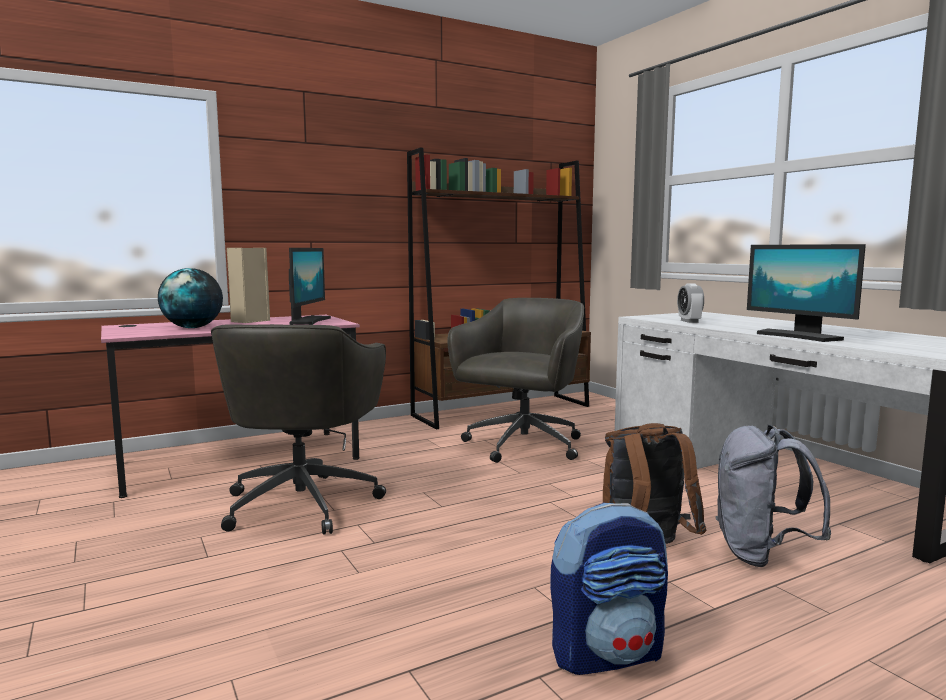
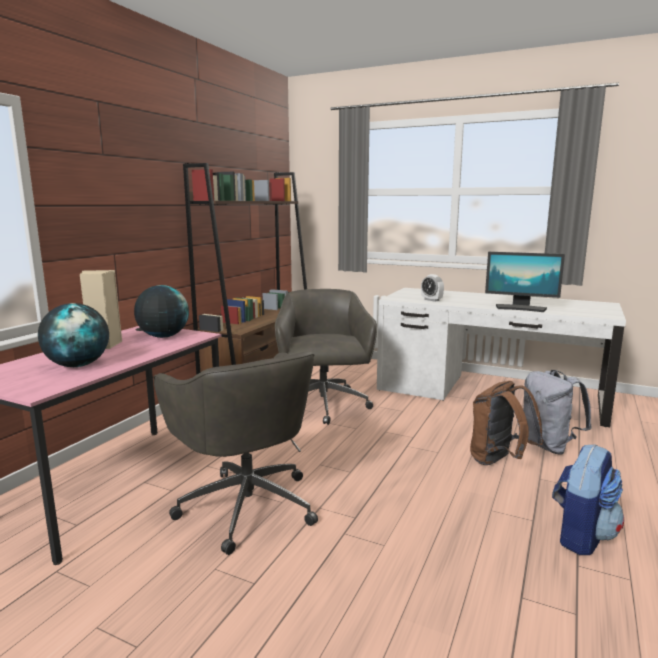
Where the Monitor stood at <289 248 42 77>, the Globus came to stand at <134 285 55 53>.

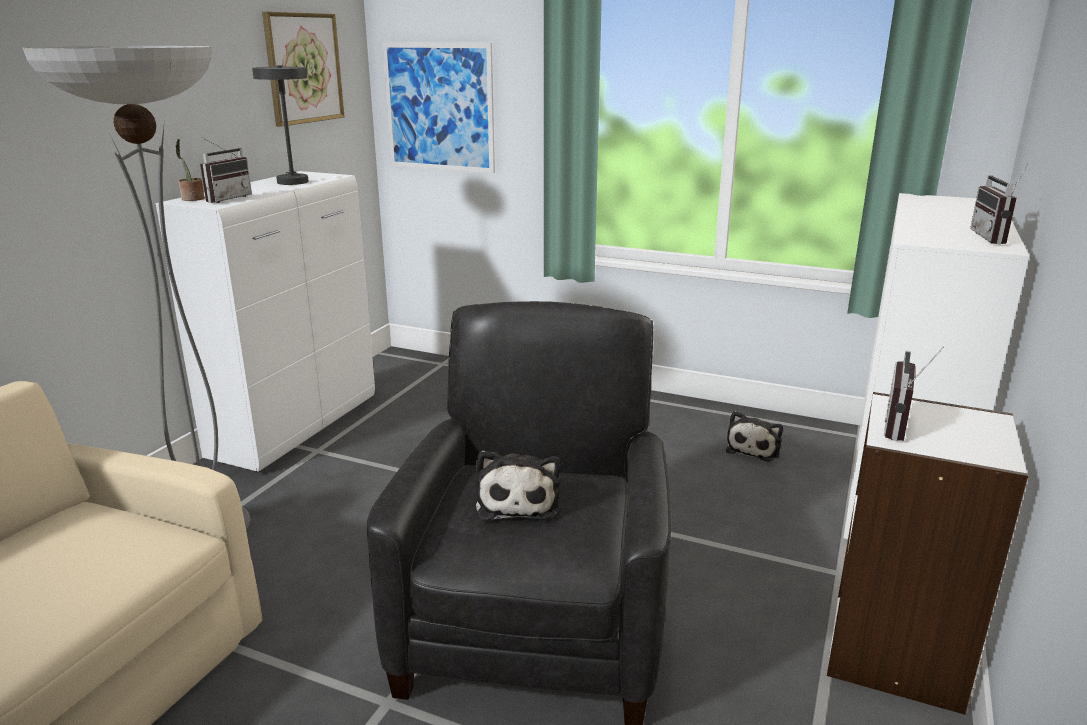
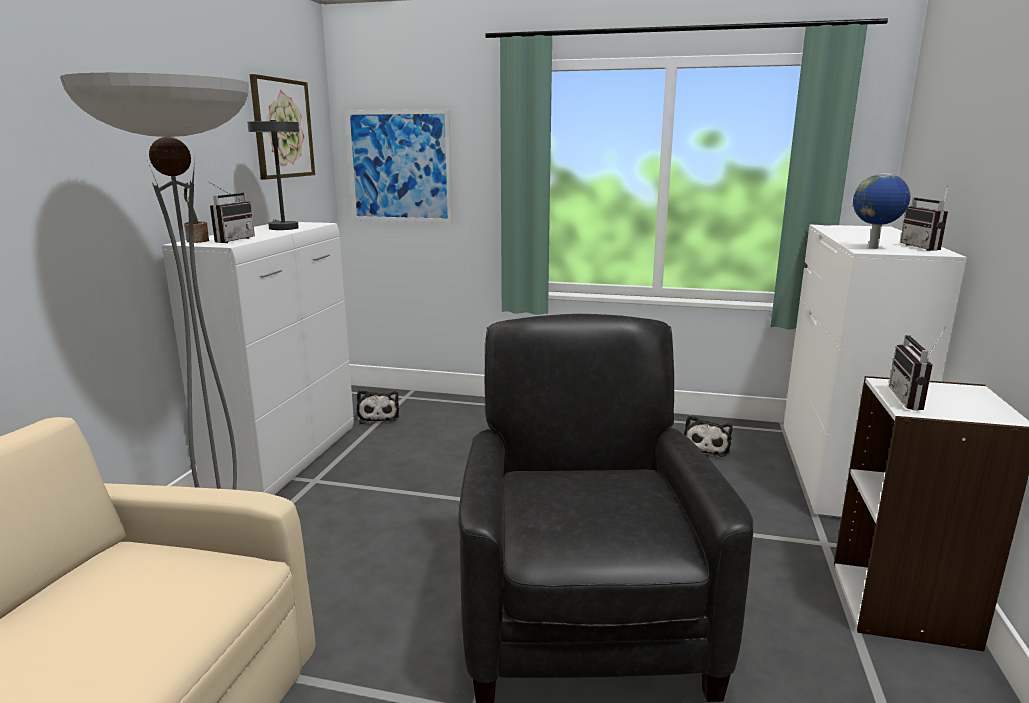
The second view gained the Globus at <853 173 57 76>. The Plüschtier ended up elsewhere, having gone from <475 450 85 70> to <357 390 42 34>.

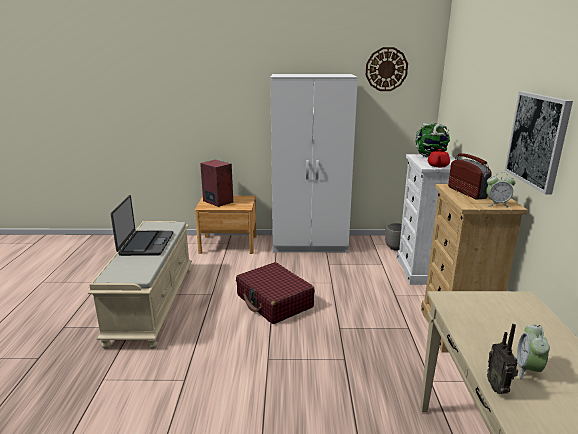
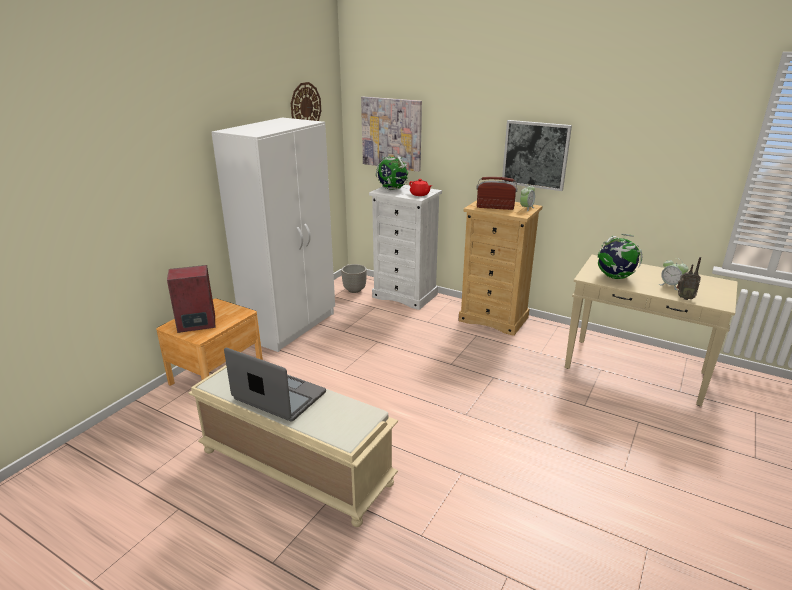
The second view lost the Koffer [rot] at <236 262 79 62>. The second view gained the Bild at <361 97 61 75>. The second view gained the Globus at <597 234 45 45>.

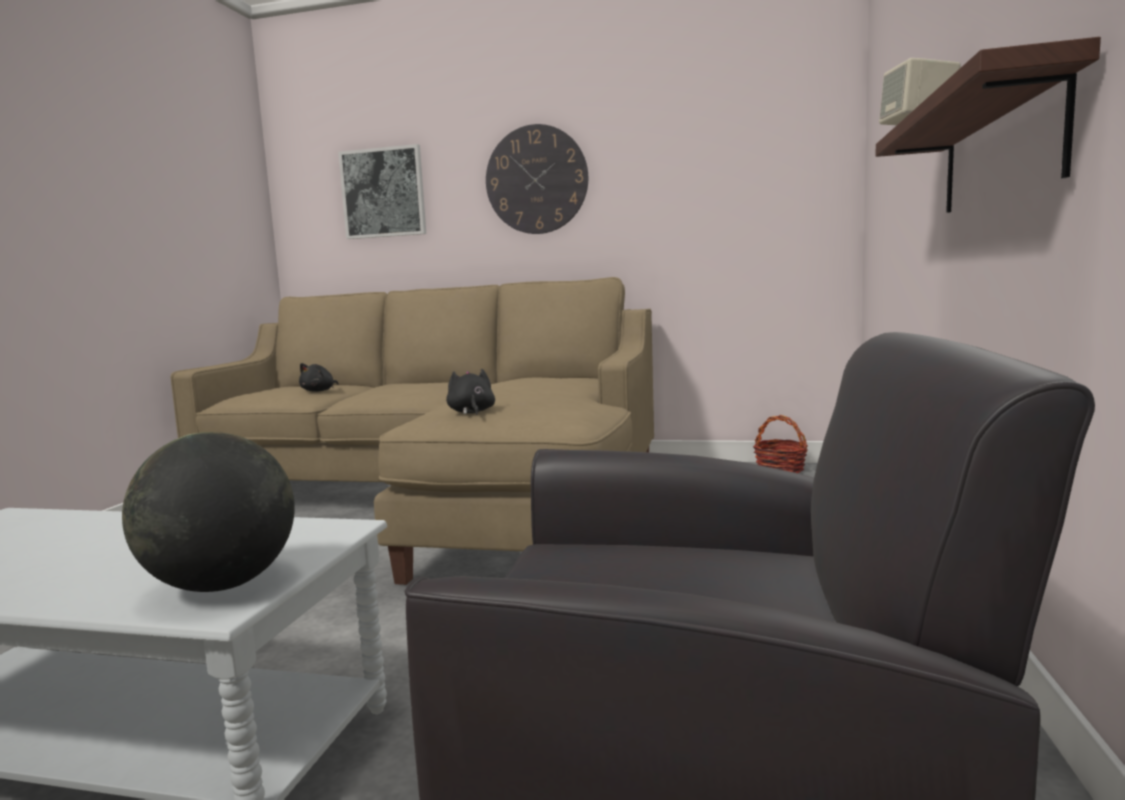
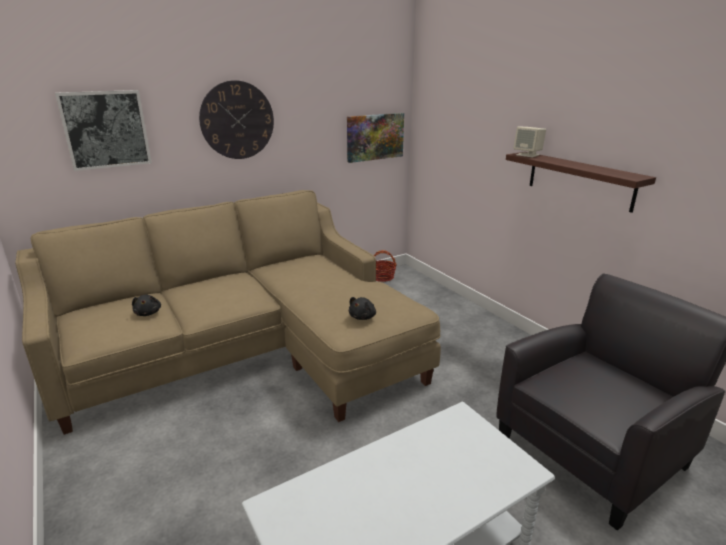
The second view lost the Globus at <122 432 173 160>. The second view gained the Bild at <347 113 57 50>. The Plüschtier [schwarz] at <446 369 49 46> ended up facing another way, 90 degrees counterclockwise from before.

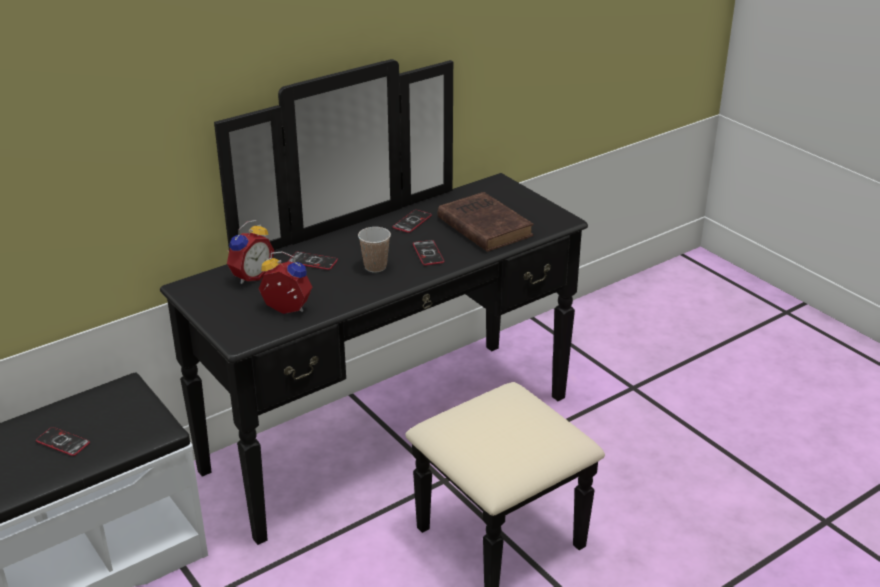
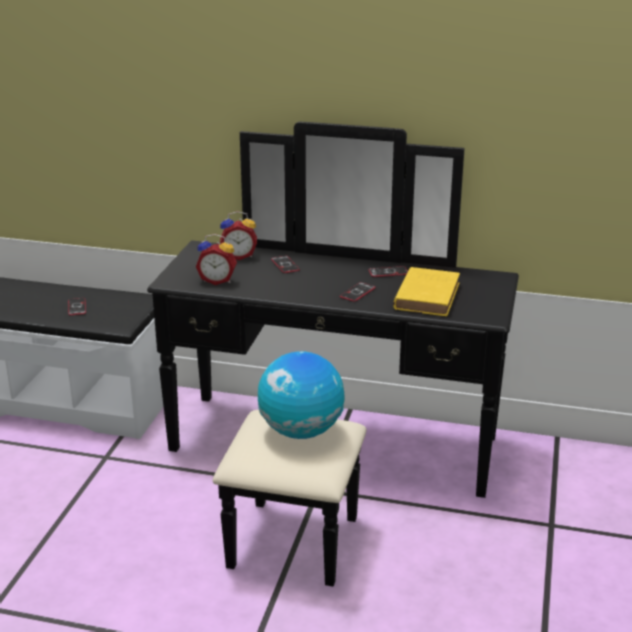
The second view lost the Tasse at <358 227 33 46>. The second view gained the Globus at <258 351 87 88>. What was the Buch [braun] at <438 192 96 60> turned into the Buch [gelb] at <393 267 67 49>. The Wecker at <259 252 53 62> ended up facing another way, 120 degrees clockwise from before.

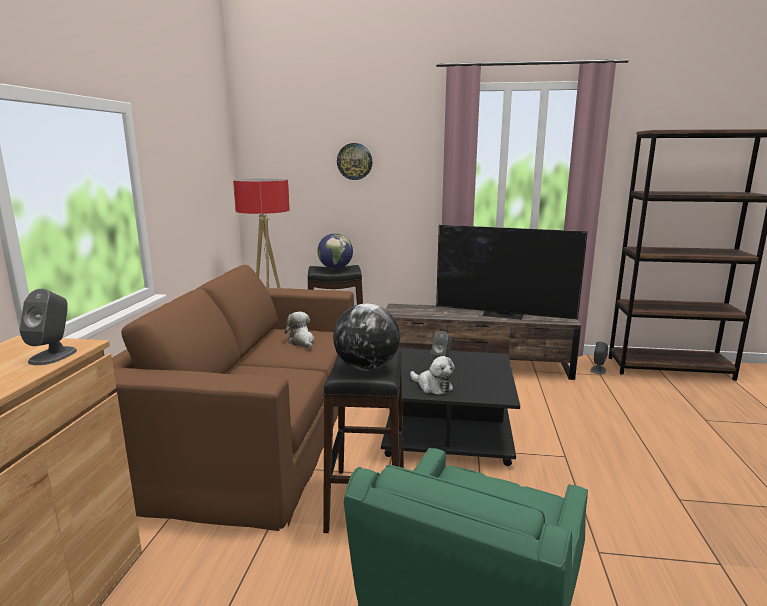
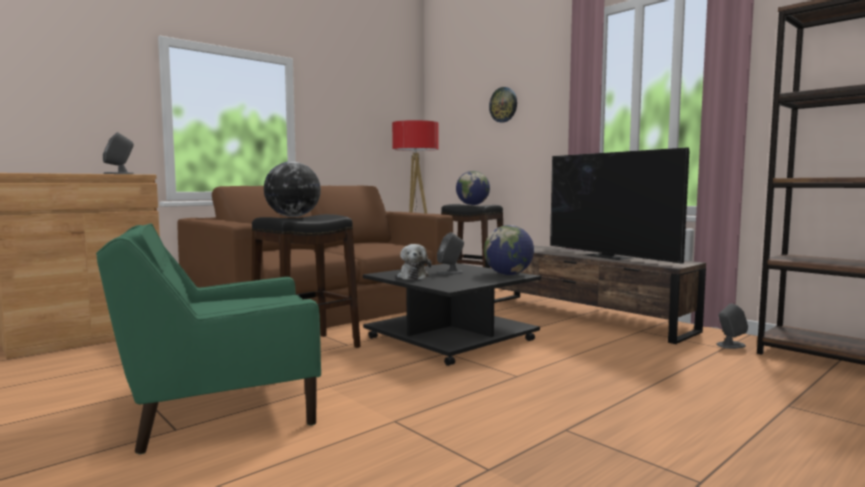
The second view lost the Plüschtier at <285 312 29 37>. The second view gained the Globus at <484 225 50 50>.

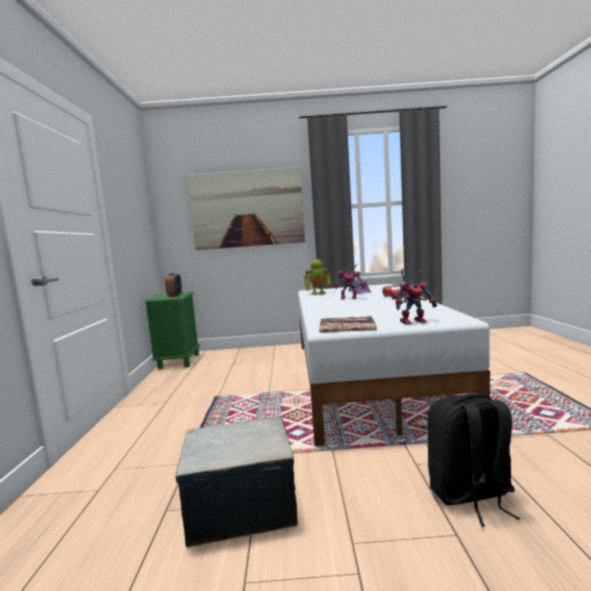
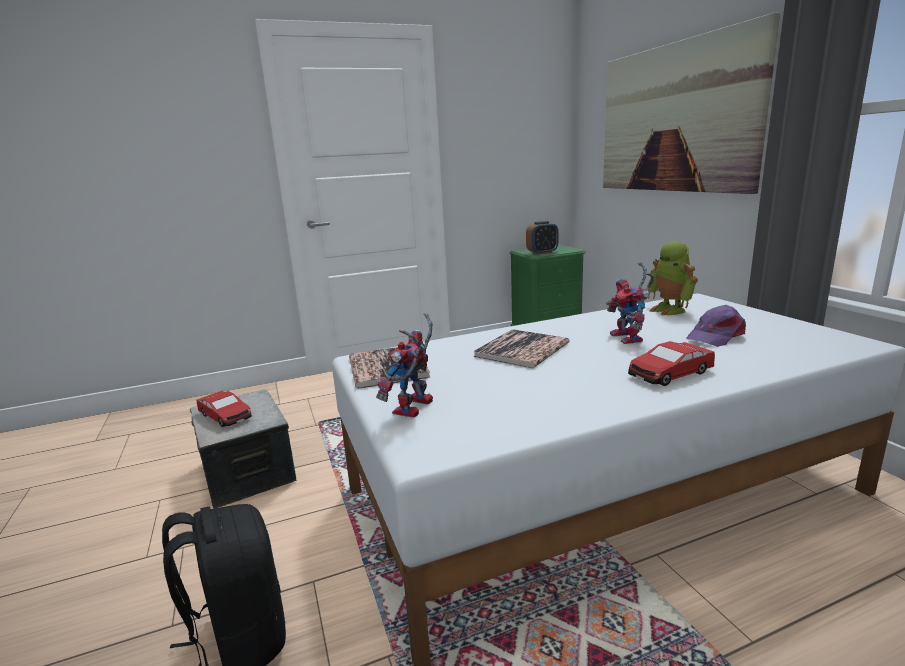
The second view gained the Spielzeugauto at <197 391 55 36>. The second view gained the Buch at <473 329 96 39>. The Spielzeugroboter at <395 268 42 57> ended up facing another way, 60 degrees clockwise from before.

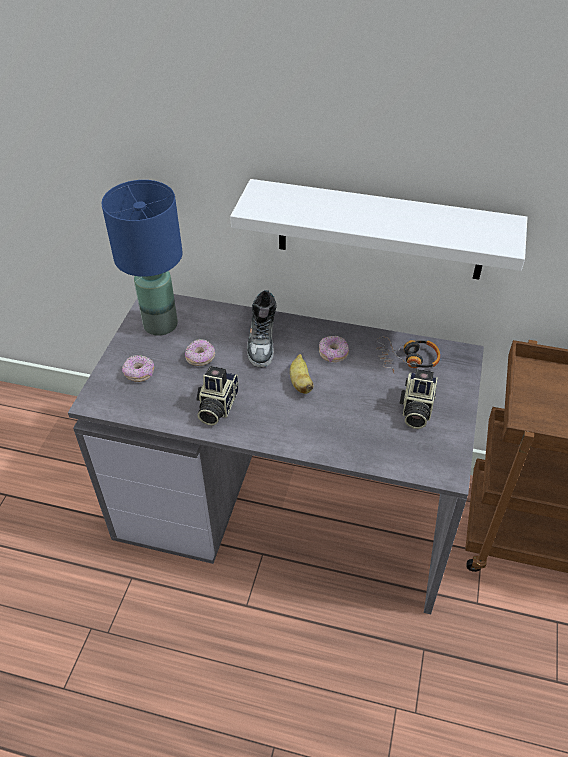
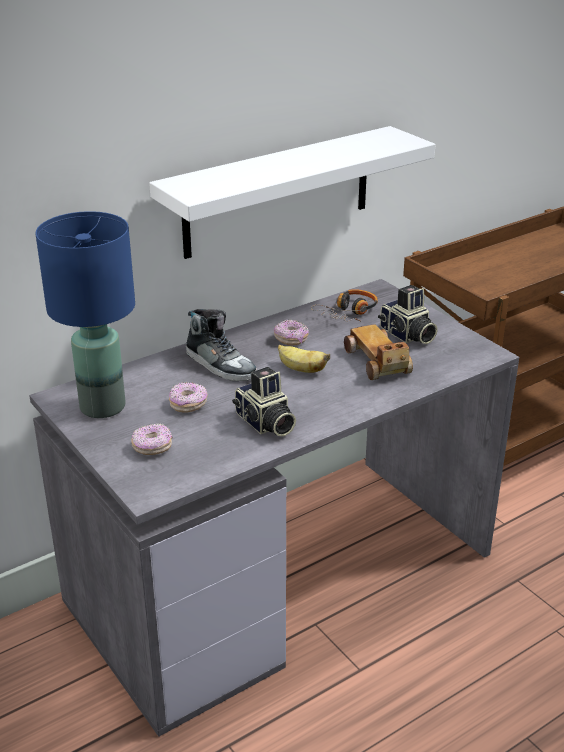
The second view gained the Spielzeugauto at <344 324 69 56>.

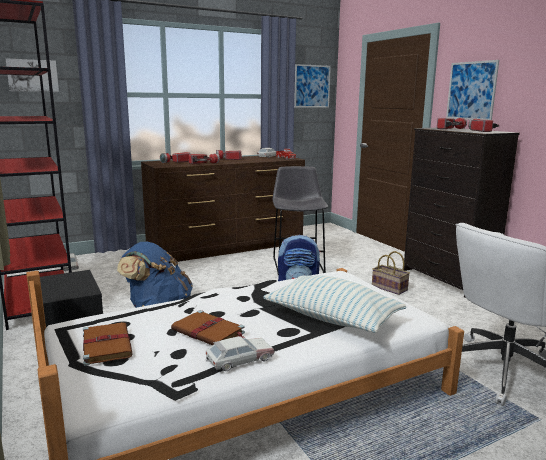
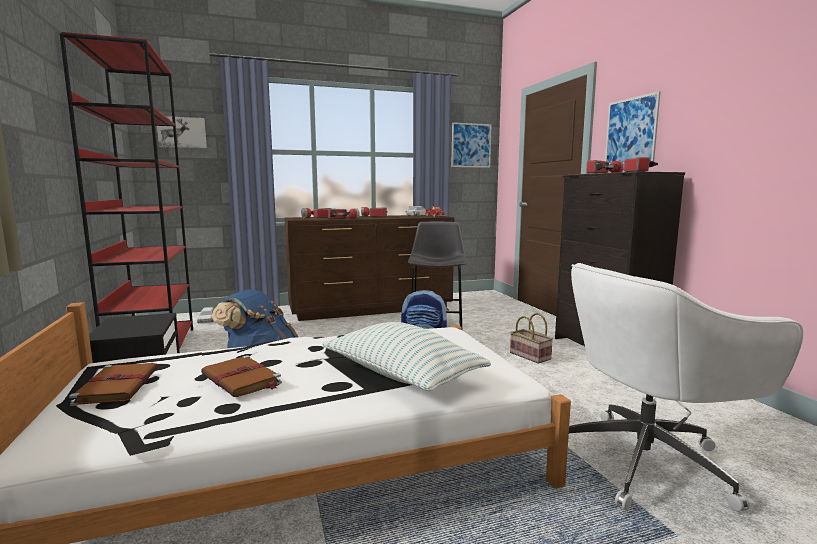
The second view lost the Spielzeugauto at <206 336 69 35>.

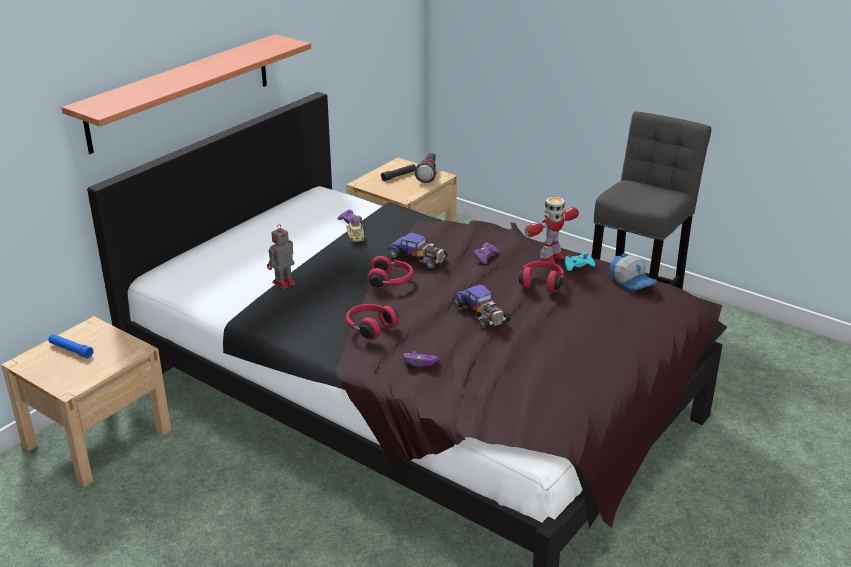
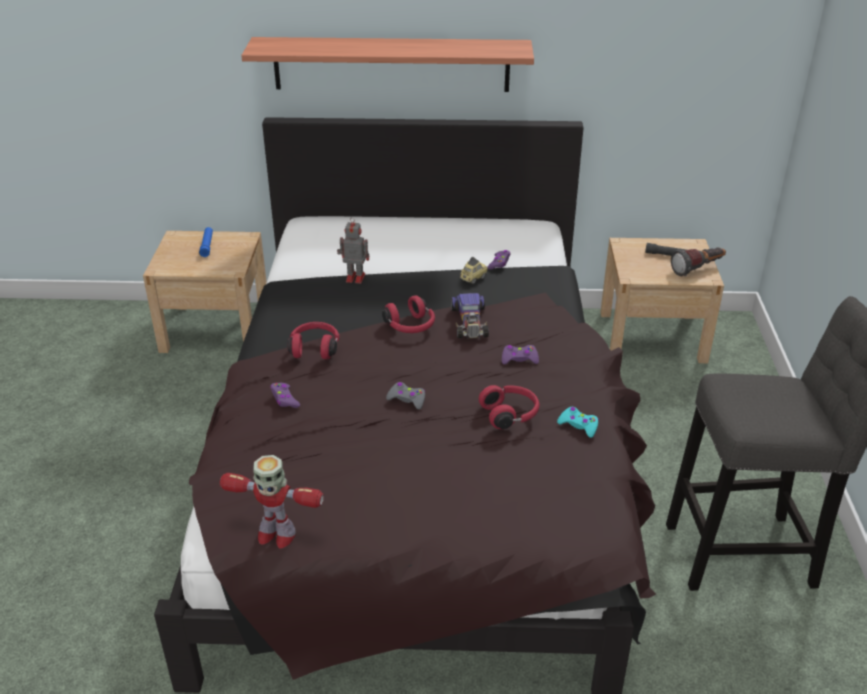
The second view lost the Kappe at <610 254 47 37>. The Spielzeugroboter ended up elsewhere, having gone from <525 197 54 66> to <220 455 104 93>. Where the Spielzeugauto stood at <453 285 57 44>, the Gamepad [grau] came to stand at <386 382 39 28>.

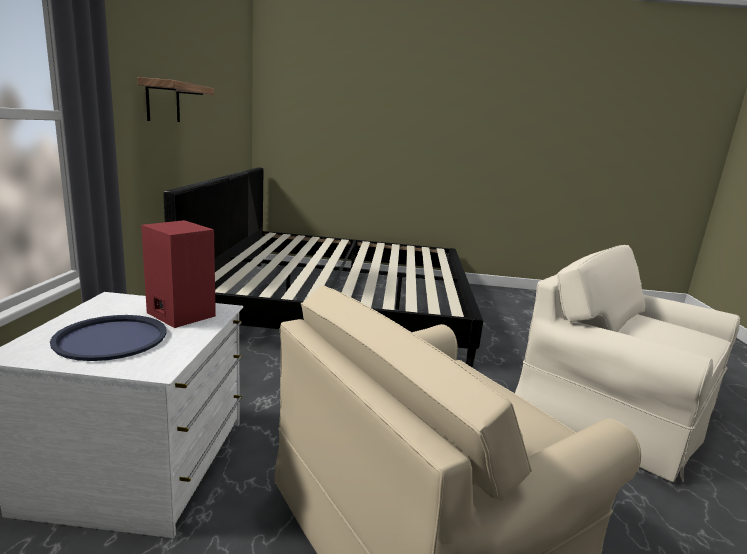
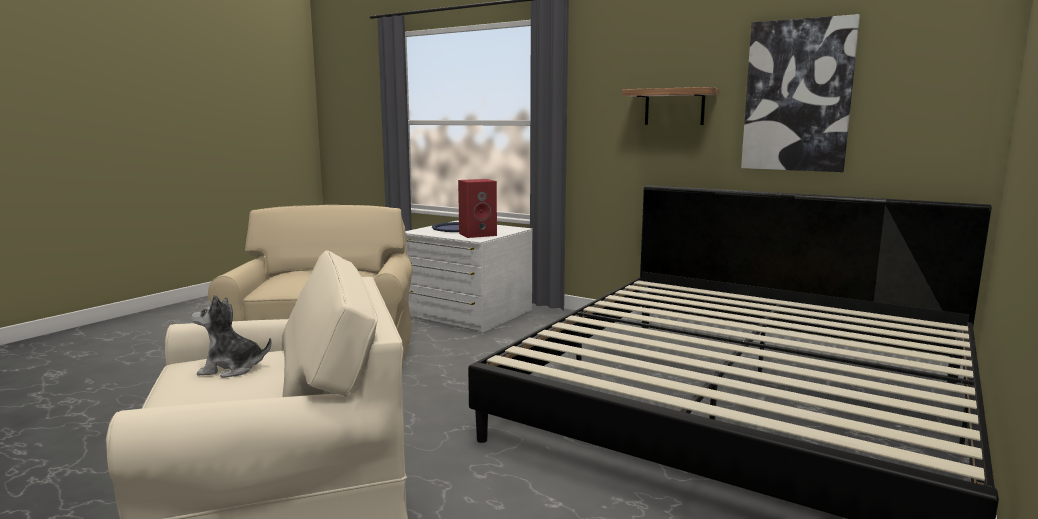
The second view gained the Plüschtier at <191 295 81 83>. The second view gained the Bild at <741 14 119 158>.

